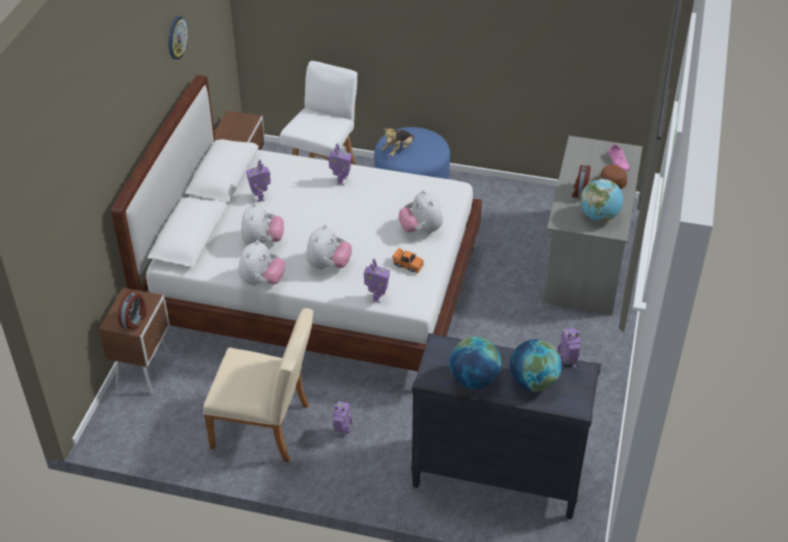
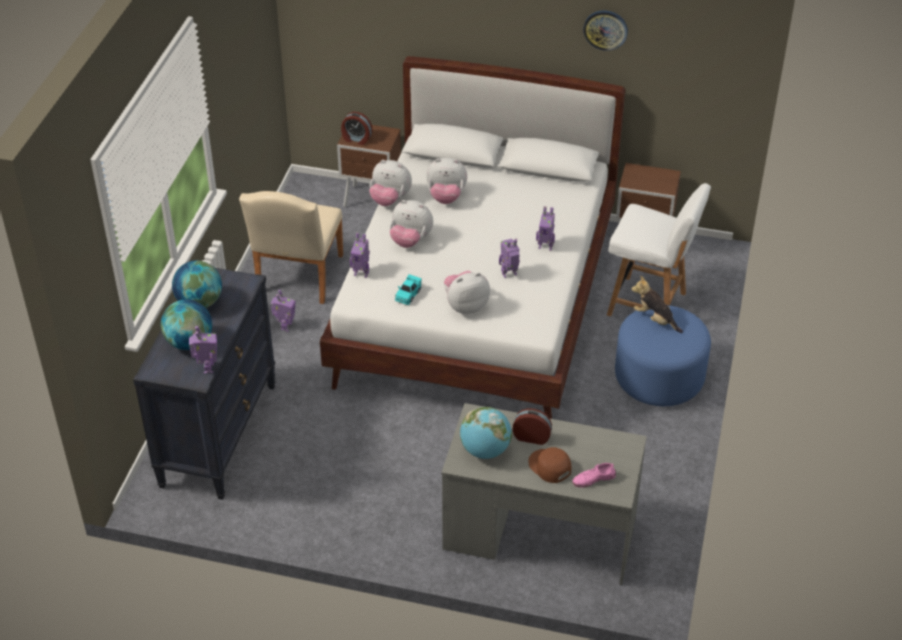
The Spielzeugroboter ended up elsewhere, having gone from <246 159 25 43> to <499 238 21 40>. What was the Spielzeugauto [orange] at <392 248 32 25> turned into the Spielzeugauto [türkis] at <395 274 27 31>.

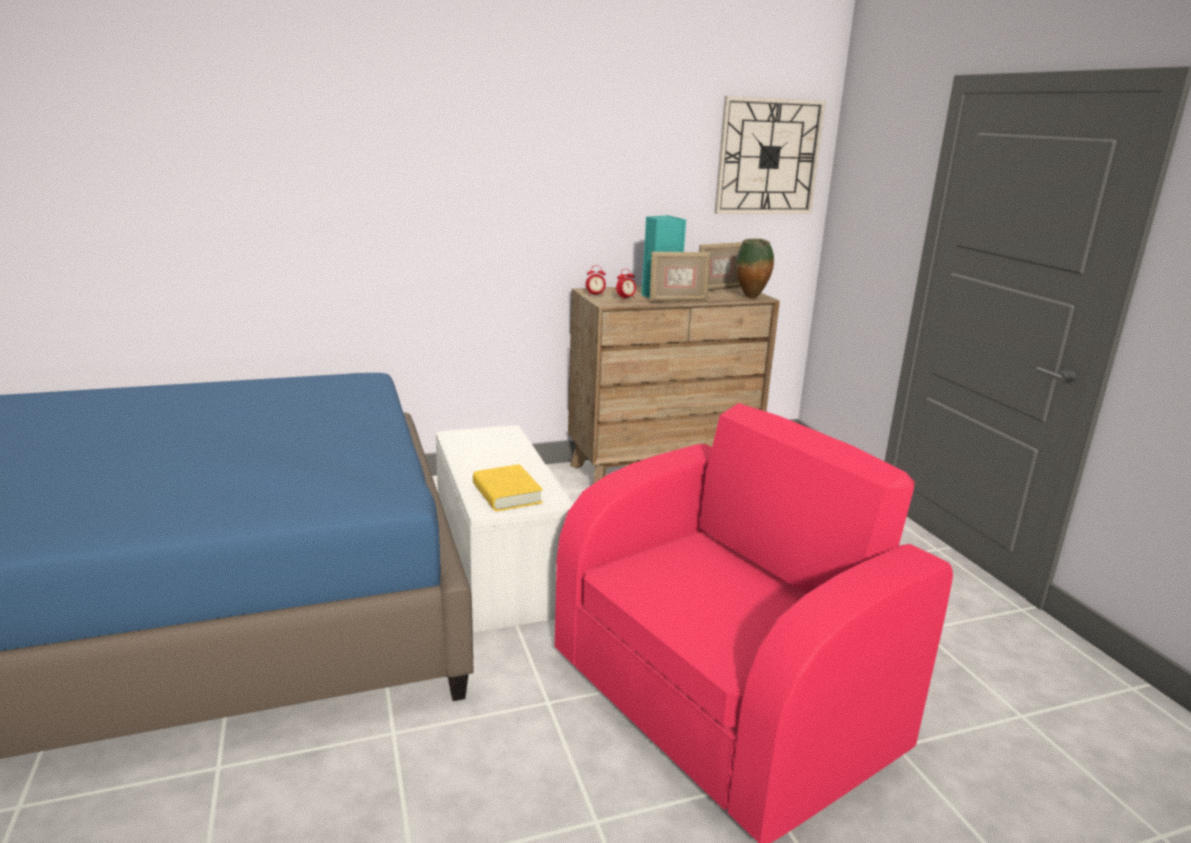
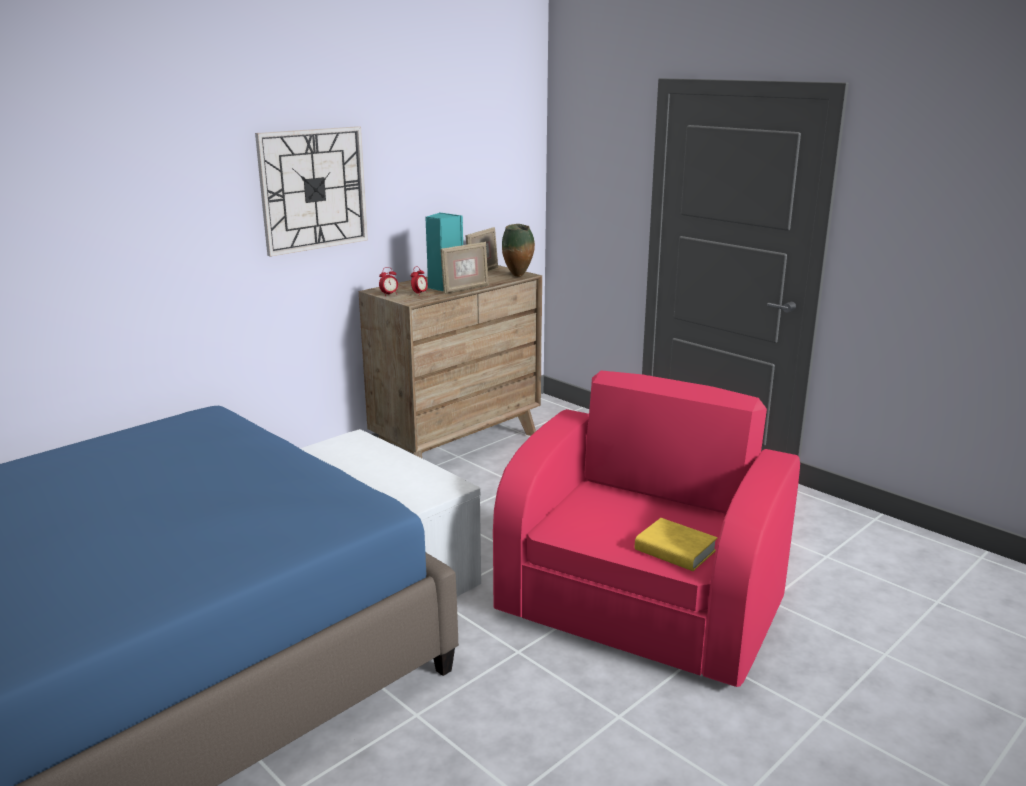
The Buch [gelb] ended up elsewhere, having gone from <473 464 70 47> to <635 518 82 53>. The Wanduhr ended up elsewhere, having gone from <714 96 112 118> to <255 126 113 131>.

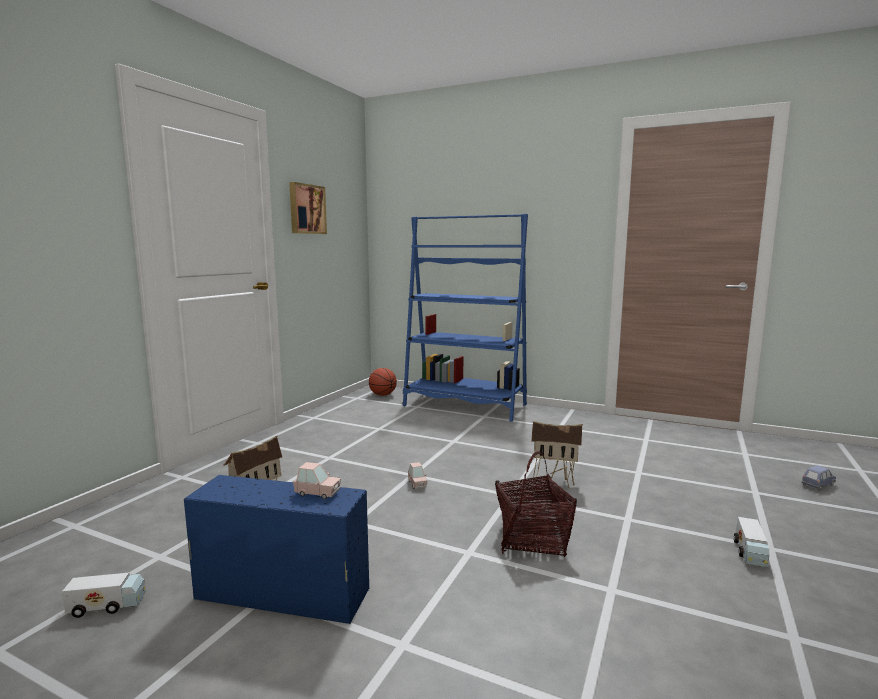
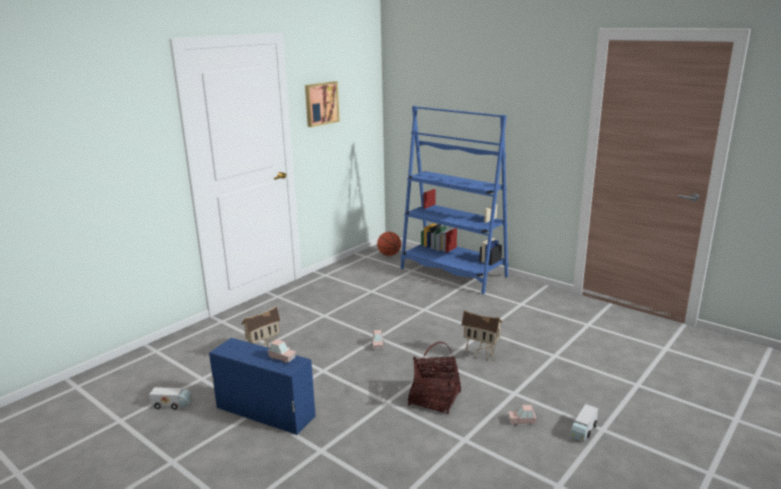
The second view lost the Spielzeugauto [blau] at <802 466 34 25>. The second view gained the Spielzeugauto [rosa] at <508 405 28 21>.

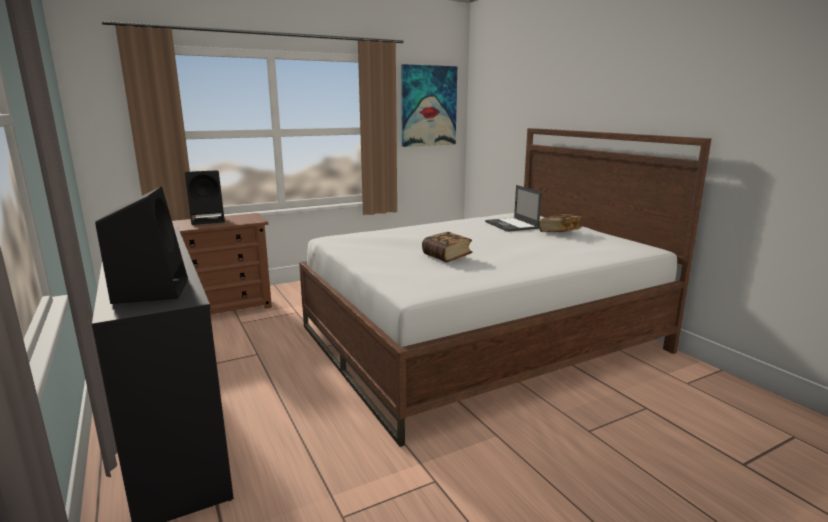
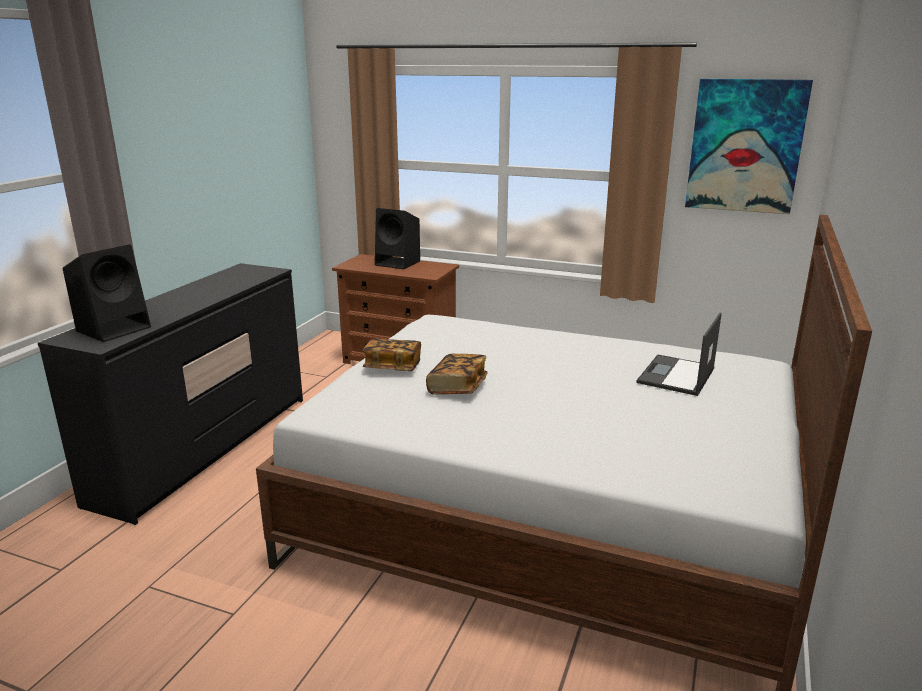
The Buch ended up elsewhere, having gone from <539 214 43 18> to <363 339 58 32>.

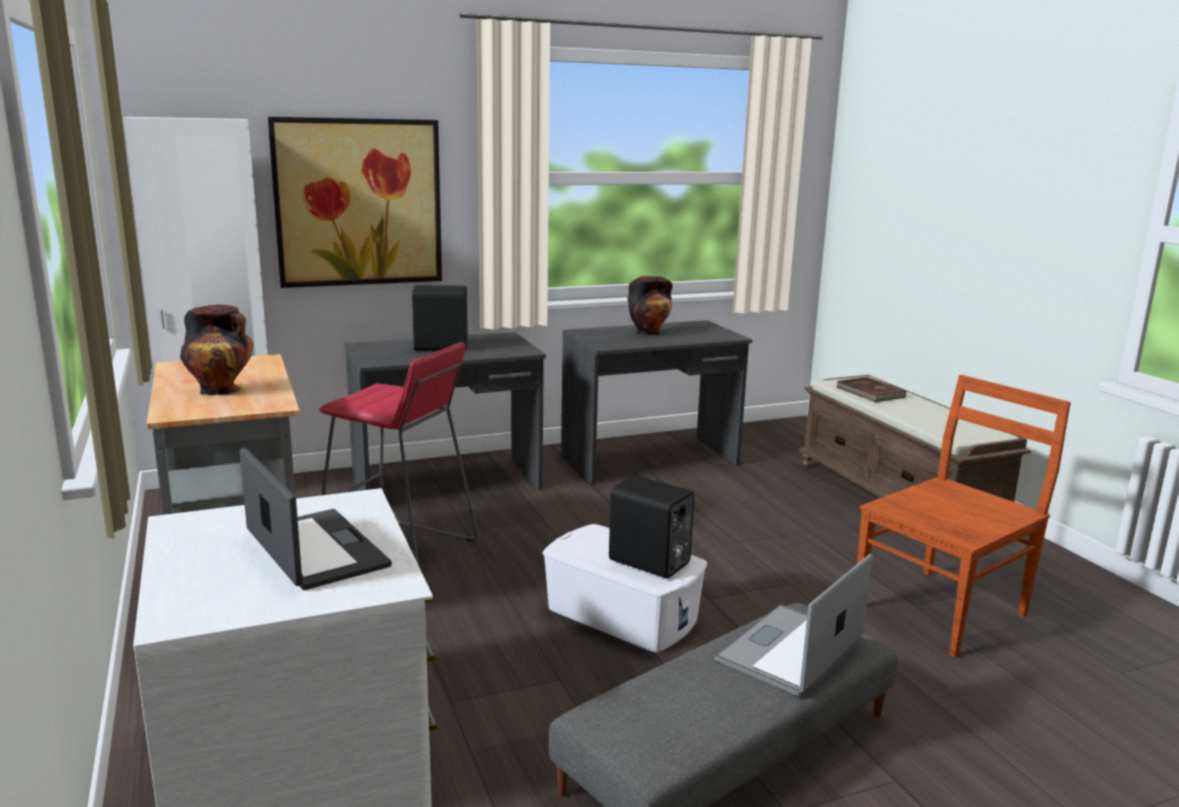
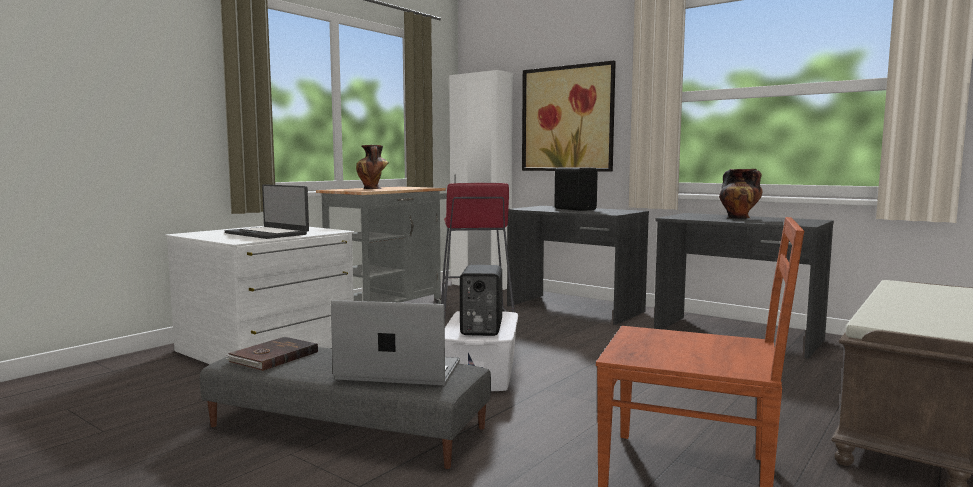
The Buch [braun] ended up elsewhere, having gone from <836 377 70 25> to <225 337 93 34>. The Laptop at <240 448 152 142> ended up facing another way, 105 degrees clockwise from before.

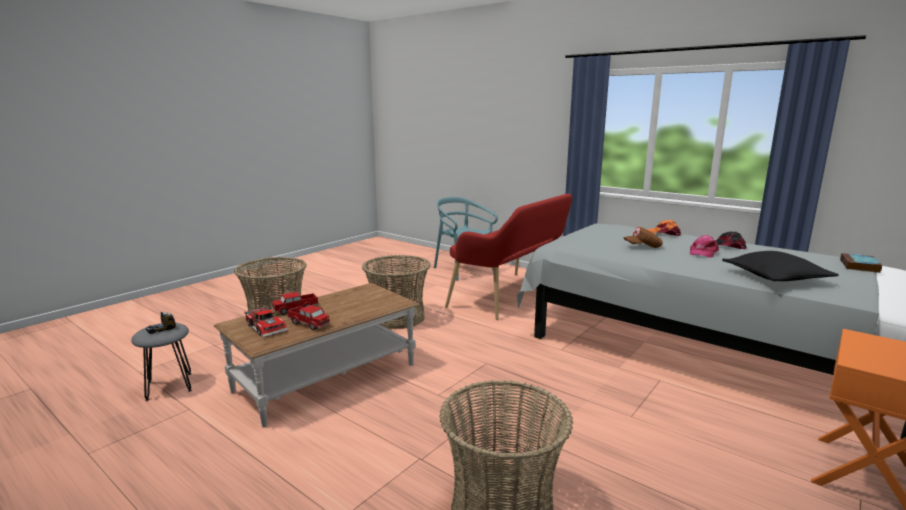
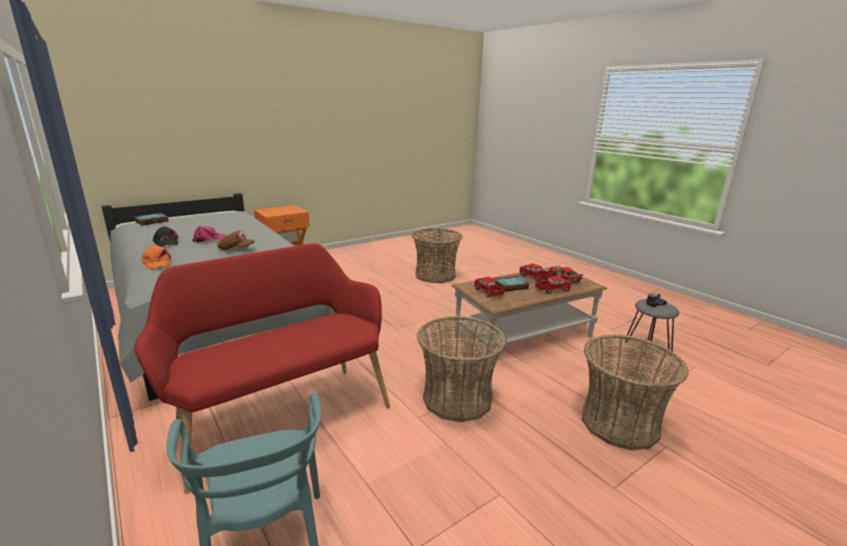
The second view lost the Kissen [schwarz] at <722 251 117 30>. The second view gained the Spielzeuglaster at <474 277 31 21>. The second view gained the Buch at <493 275 36 17>.

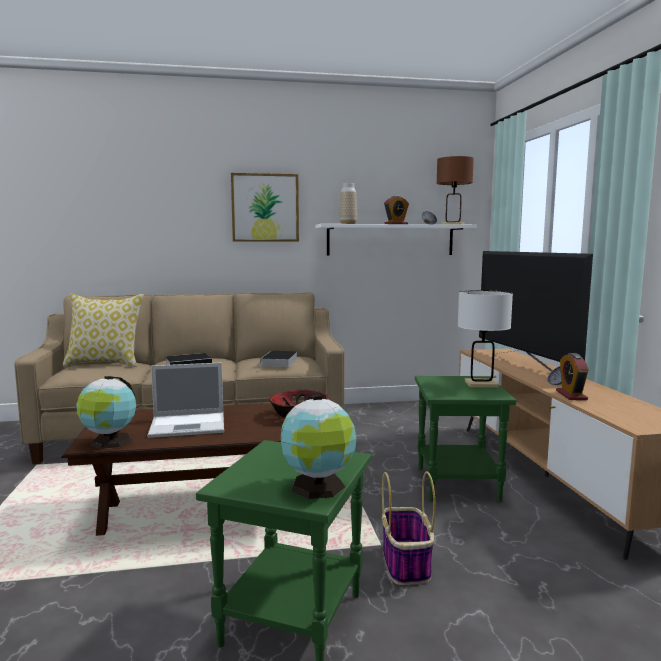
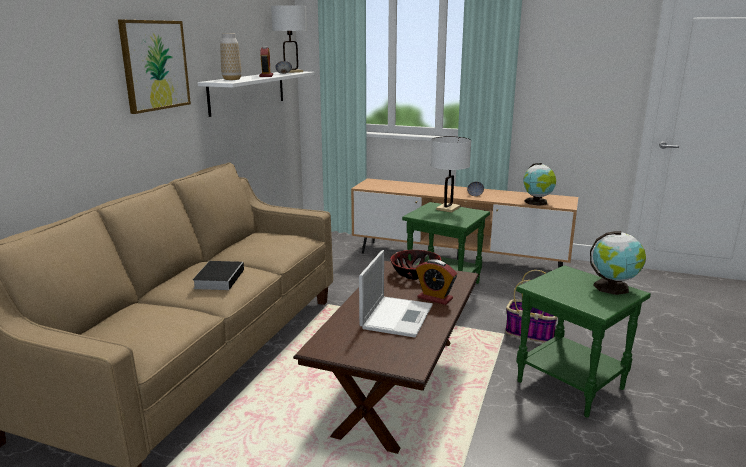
The second view lost the Kissen at <63 294 81 73>. The second view lost the Buch at <260 351 38 16>. The second view lost the Fernseher at <479 251 114 121>. The Globus ended up elsewhere, having gone from <76 376 60 73> to <523 163 33 43>. The Wecker ended up elsewhere, having gone from <556 353 33 47> to <416 259 41 46>. What was the Tischlampe [braun] at <436 156 38 69> turned into the Tischlampe [weiß] at <271 5 36 68>.

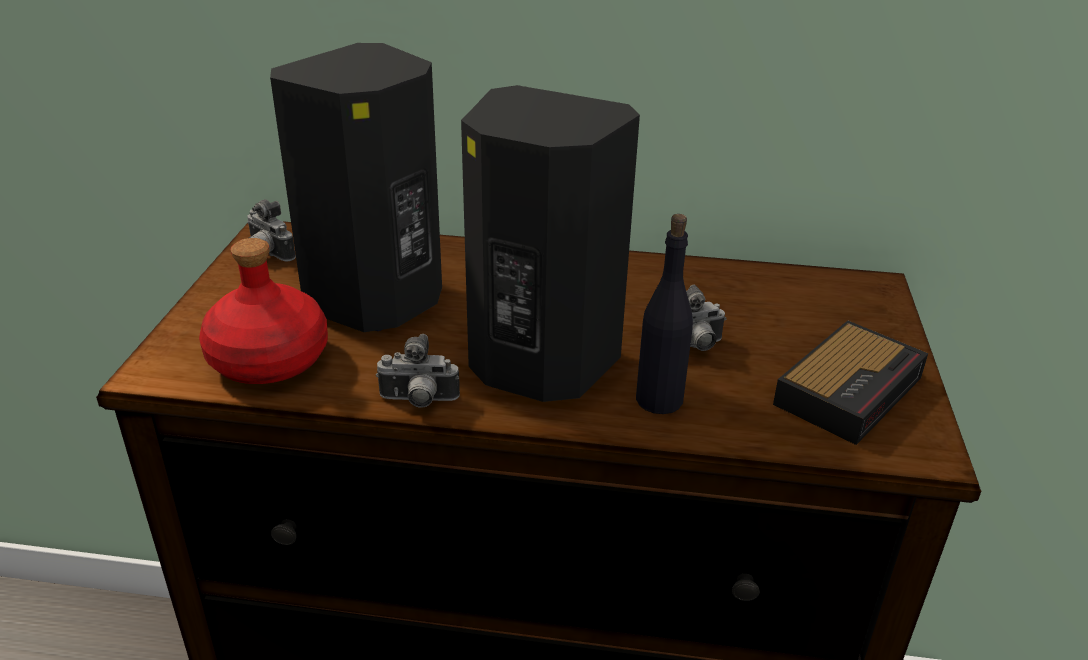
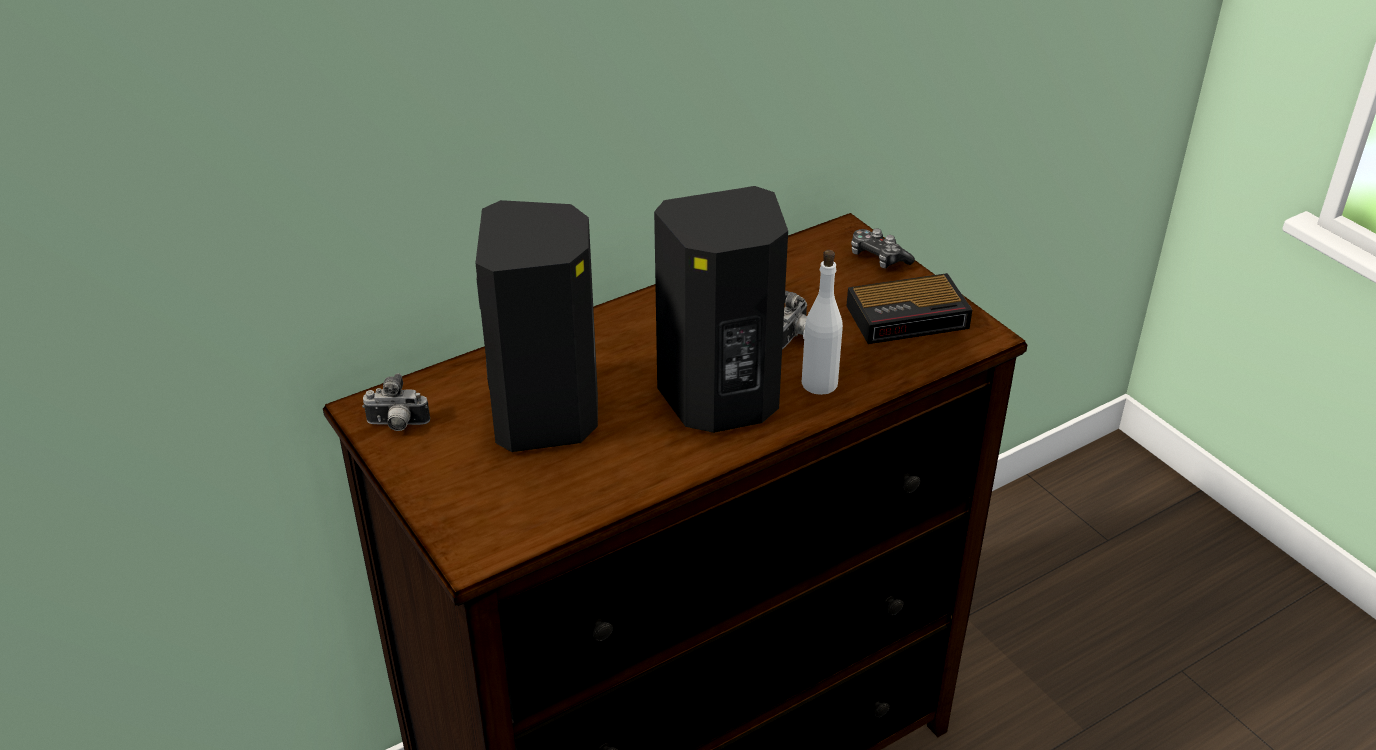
The second view lost the Flasche [rot] at <199 238 129 146>. The second view lost the Kamera at <376 334 84 74>. The second view gained the Gamepad at <851 228 64 41>. What was the Flasche [schwarz] at <636 214 57 200> turned into the Flasche [weiß] at <802 250 41 145>. The Wecker at <773 320 155 125> ended up facing another way, 75 degrees clockwise from before.

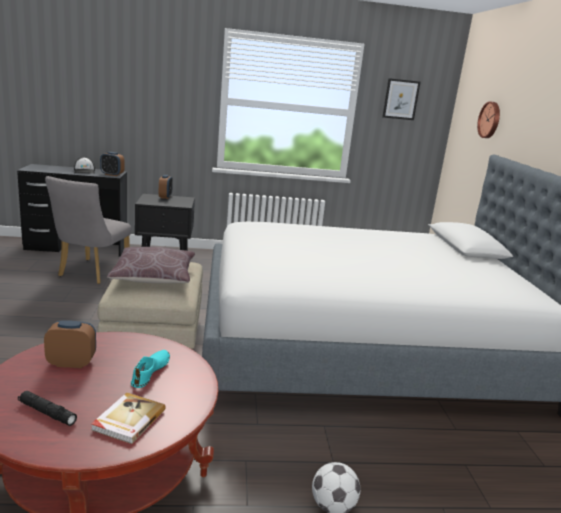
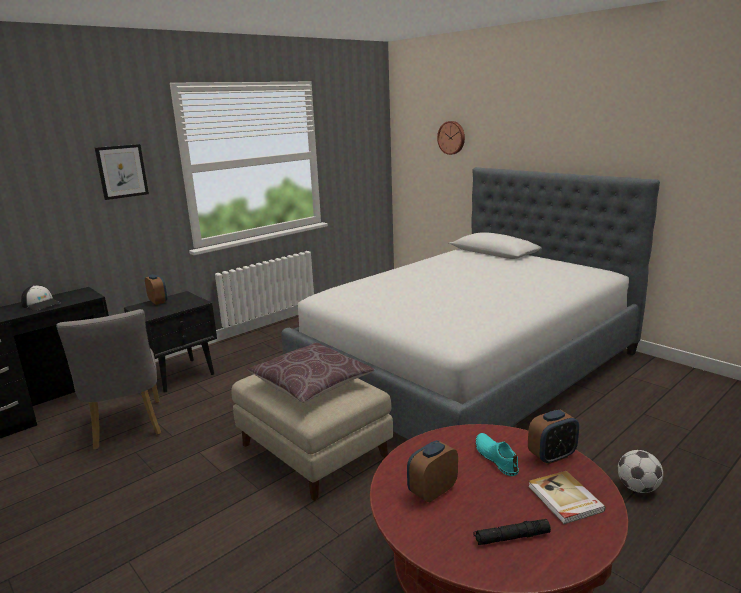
The Wecker ended up elsewhere, having gone from <100 152 25 24> to <528 410 51 55>. The Bild ended up elsewhere, having gone from <382 78 39 42> to <95 144 54 56>.

